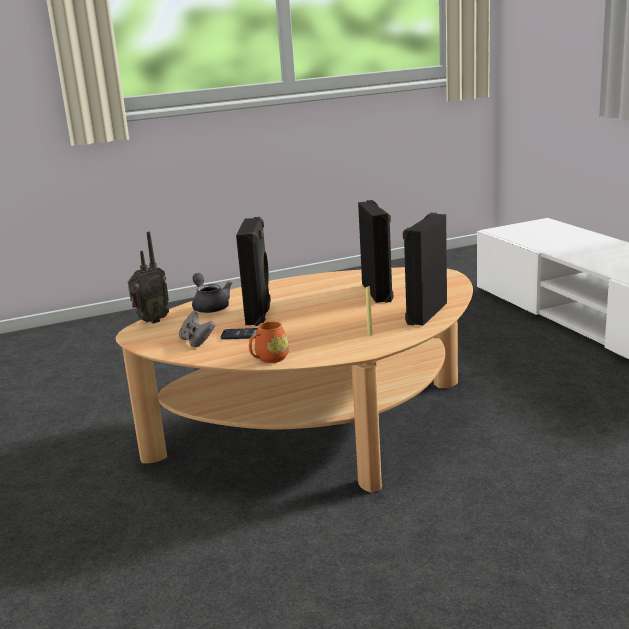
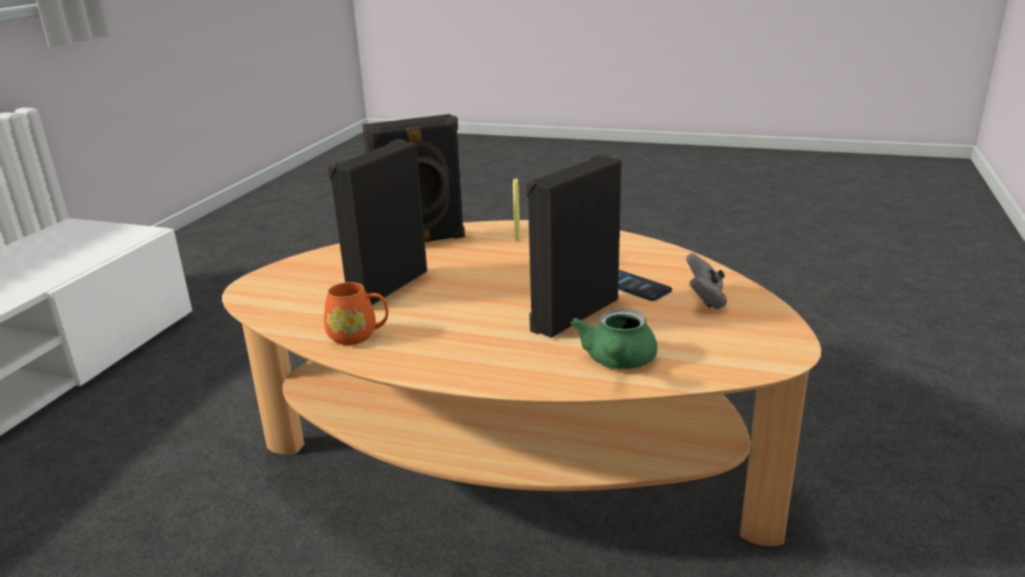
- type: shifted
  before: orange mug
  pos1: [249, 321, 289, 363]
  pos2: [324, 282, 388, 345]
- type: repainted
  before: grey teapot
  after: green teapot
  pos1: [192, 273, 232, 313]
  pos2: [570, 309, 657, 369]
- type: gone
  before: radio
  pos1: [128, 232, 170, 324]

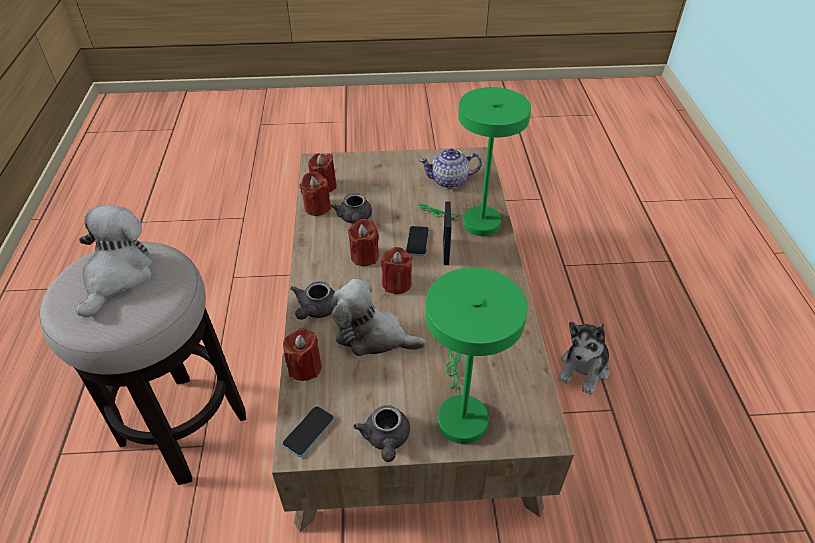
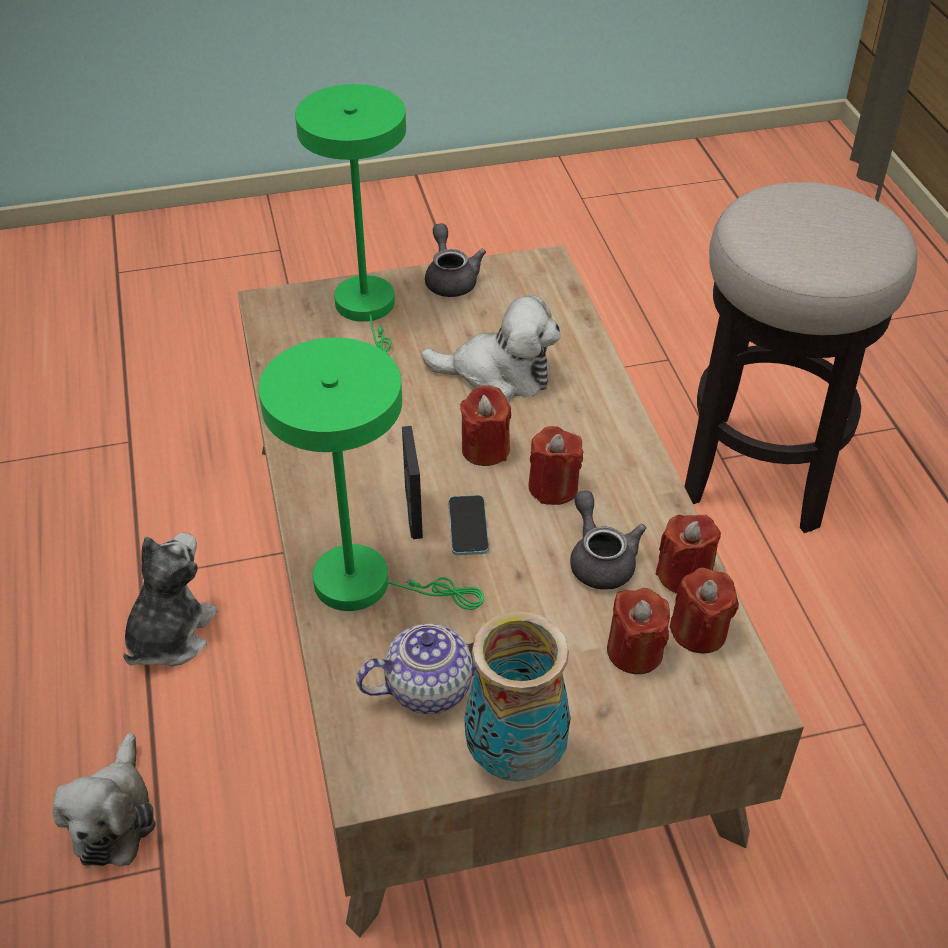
- type: shifted
  before: plush toy
  pos1: [75, 205, 153, 317]
  pos2: [52, 733, 156, 866]
- type: new
  after: vase
  pos2: [464, 611, 571, 782]
- type: shifted
  before: red candle
  pos1: [283, 328, 322, 381]
  pos2: [607, 588, 670, 674]
- type: gone
  before: phone
  pos1: [282, 406, 334, 457]
- type: gone
  before: grey teapot
  pos1: [290, 281, 335, 320]

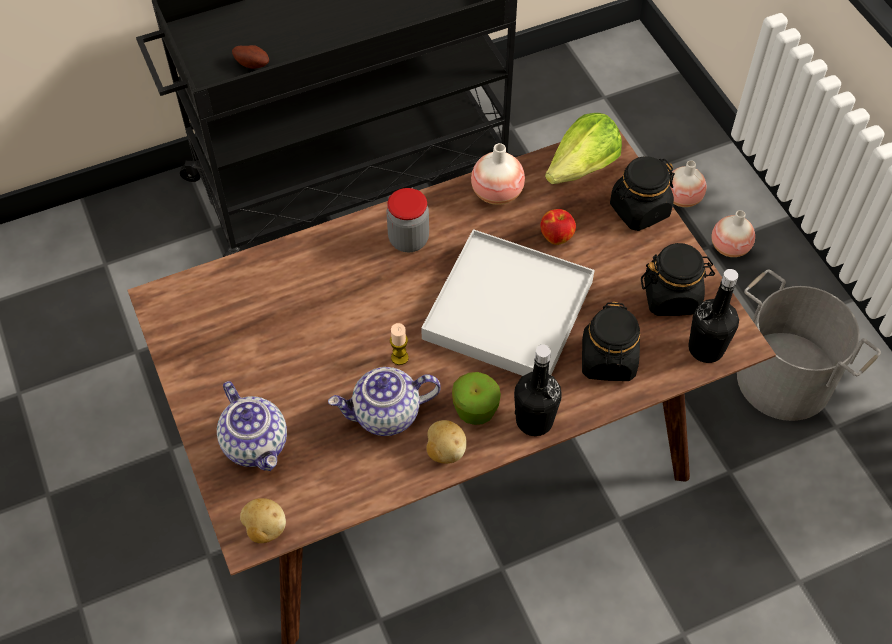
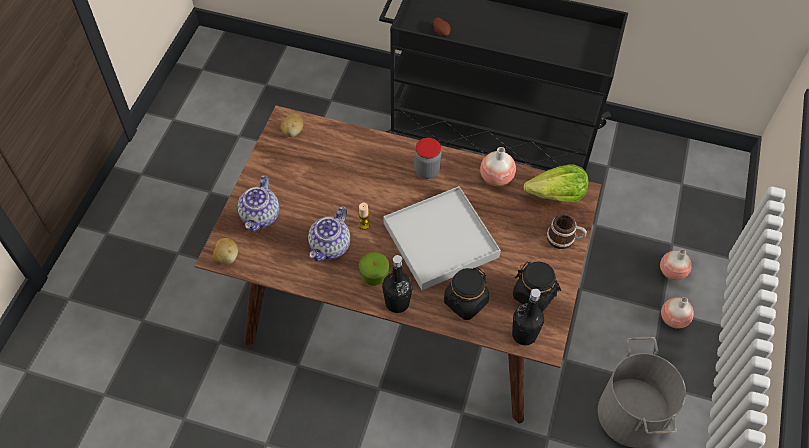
- type: shifted
  before: potato
  pos1: [426, 420, 467, 464]
  pos2: [281, 114, 304, 137]
- type: rotated
  before: teapot
  pos1: [328, 367, 441, 436]
  pos2: [308, 206, 350, 261]
  turn: -90
- type: swapped
  before: black jar
  after: mug
  pos1: [610, 156, 675, 231]
  pos2: [547, 214, 587, 249]
- type: gone
  before: apple
  pos1: [540, 209, 576, 245]

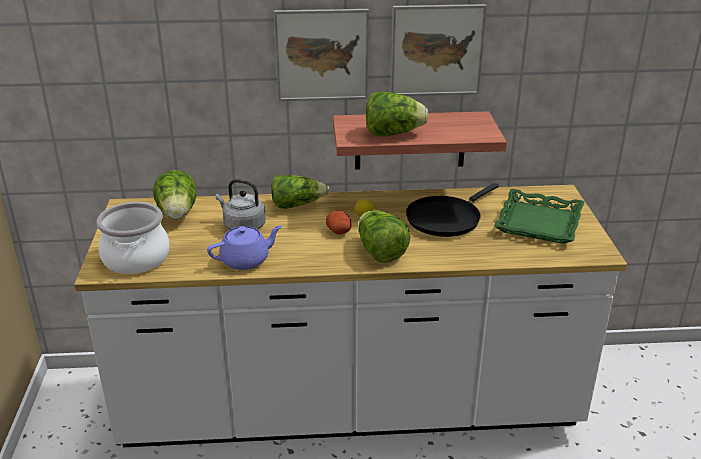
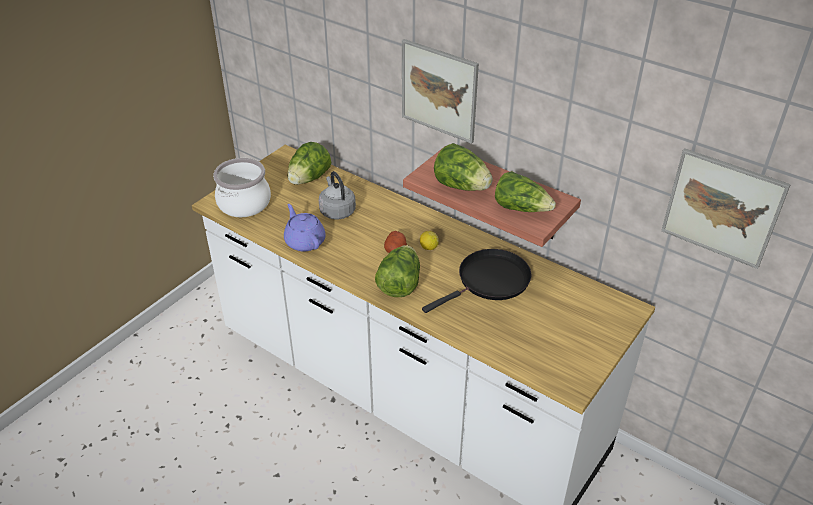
- type: rotated
  before: purple teapot
  pos1: [207, 226, 282, 270]
  pos2: [284, 204, 326, 251]
  turn: -135
- type: rotated
  before: black frying pan
  pos1: [406, 183, 499, 237]
  pos2: [422, 249, 532, 313]
  turn: 150
- type: shifted
  before: lettuce
  pos1: [271, 175, 330, 209]
  pos2: [495, 171, 556, 212]
- type: shifted
  before: picture
  pos1: [391, 4, 487, 96]
  pos2: [661, 148, 791, 269]
- type: gone
  before: green tray
  pos1: [494, 189, 584, 244]

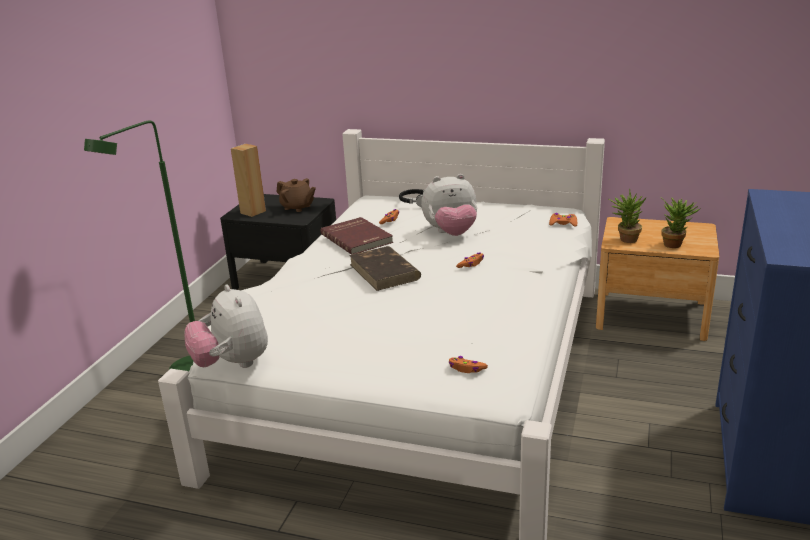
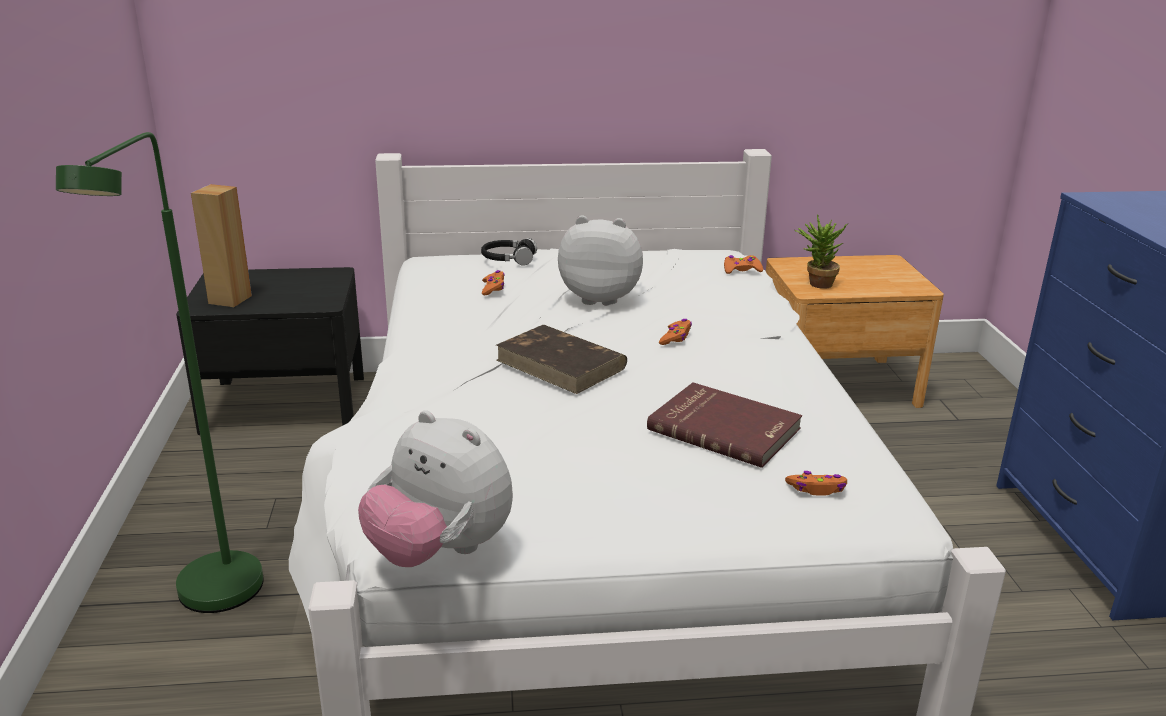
- type: rotated
  before: plush toy
  pos1: [421, 174, 477, 236]
  pos2: [558, 215, 643, 306]
  turn: -135
- type: shifted
  before: red book
  pos1: [321, 217, 393, 255]
  pos2: [647, 382, 802, 468]
- type: gone
  before: brown teapot
  pos1: [276, 178, 316, 212]
- type: gone
  before: potted plant
  pos1: [661, 198, 701, 248]

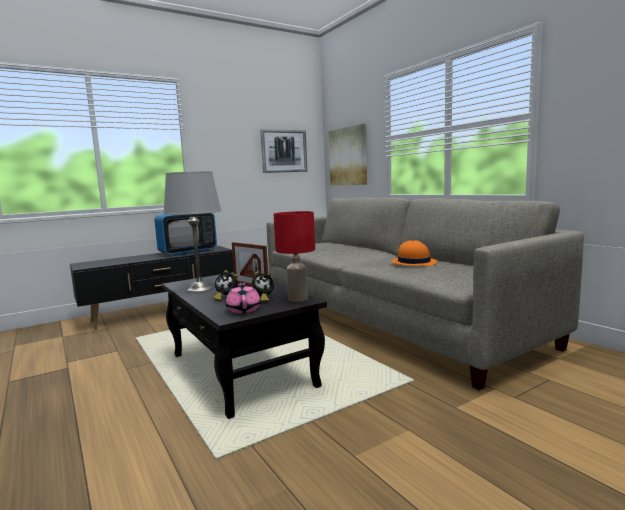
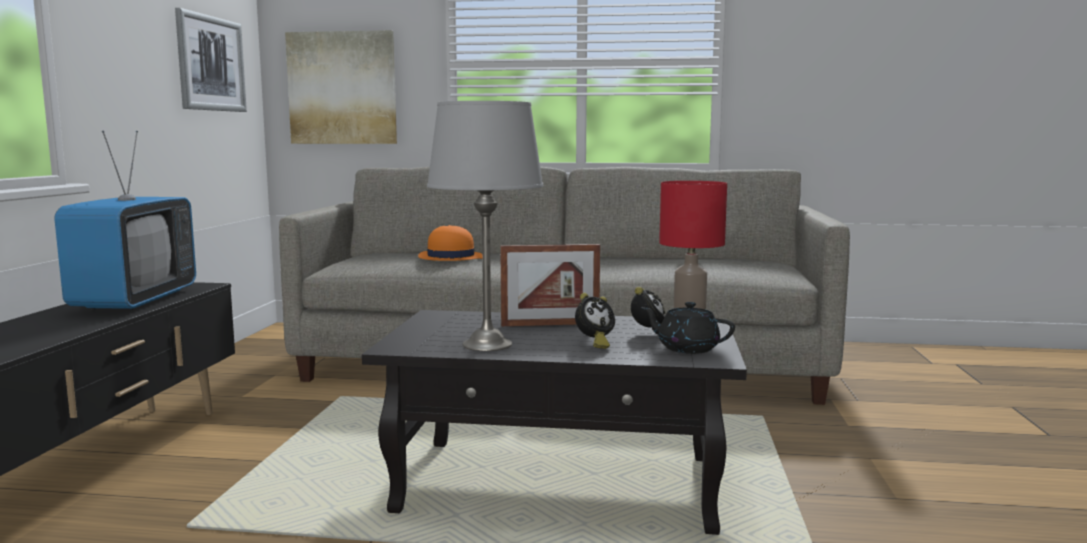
- type: shifted
  before: orange hat
  pos1: [392, 240, 437, 266]
  pos2: [418, 225, 482, 261]
- type: repainted
  before: pink teapot
  after: black teapot
  pos1: [225, 283, 261, 313]
  pos2: [641, 302, 735, 354]

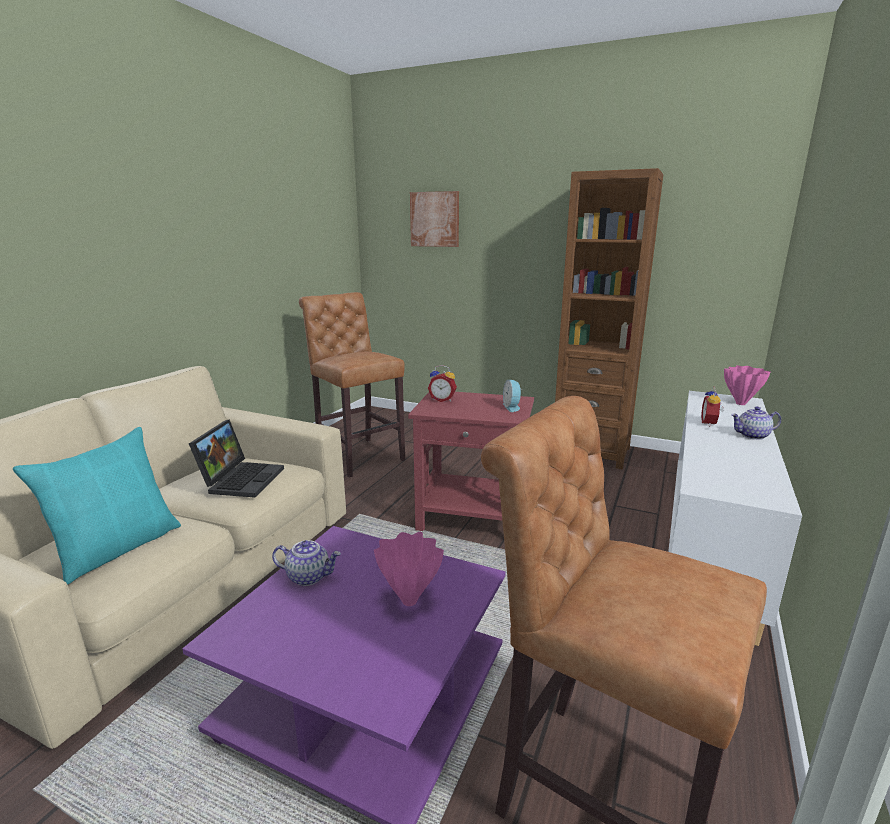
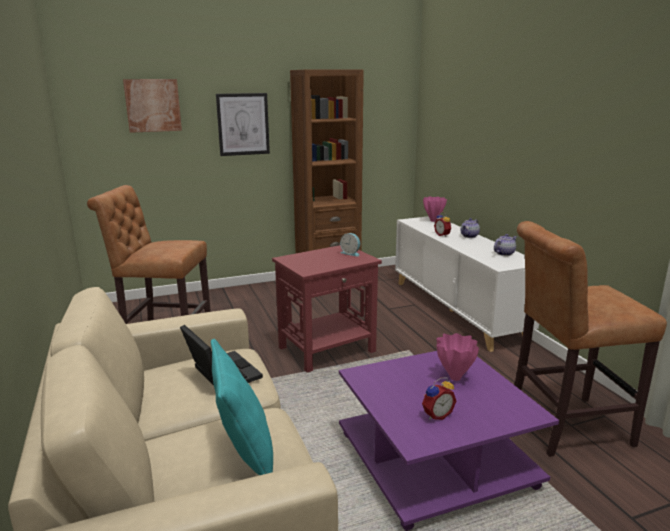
- type: new
  after: picture
  pos2: [216, 93, 270, 156]
- type: shifted
  before: alarm clock
  pos1: [428, 365, 457, 402]
  pos2: [422, 378, 456, 420]
- type: shifted
  before: teapot
  pos1: [272, 540, 341, 586]
  pos2: [494, 234, 517, 256]

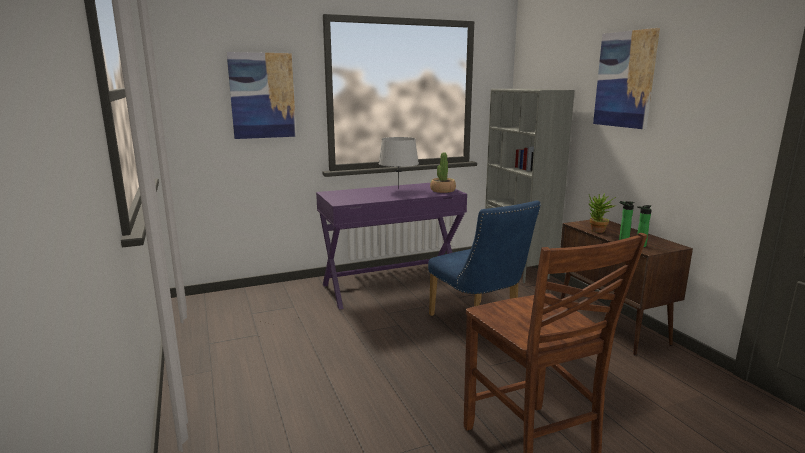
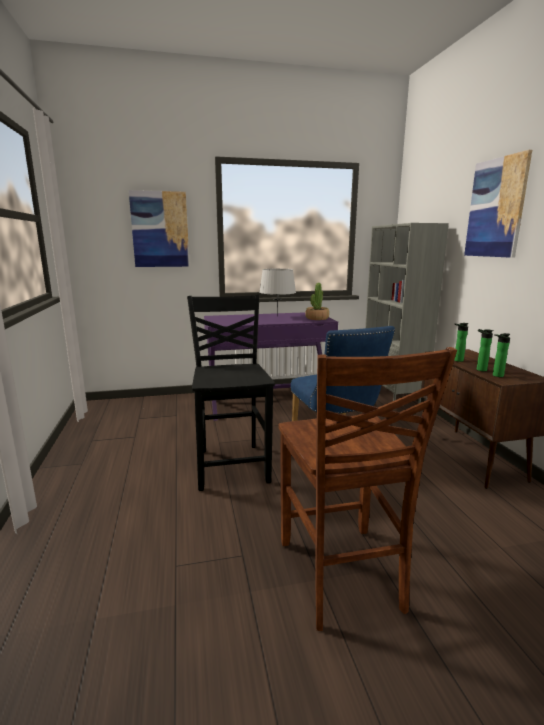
- type: new
  after: black chair
  pos2: [187, 294, 275, 491]
- type: swapped
  before: potted plant
  after: bottle
  pos1: [589, 193, 616, 233]
  pos2: [454, 323, 469, 362]

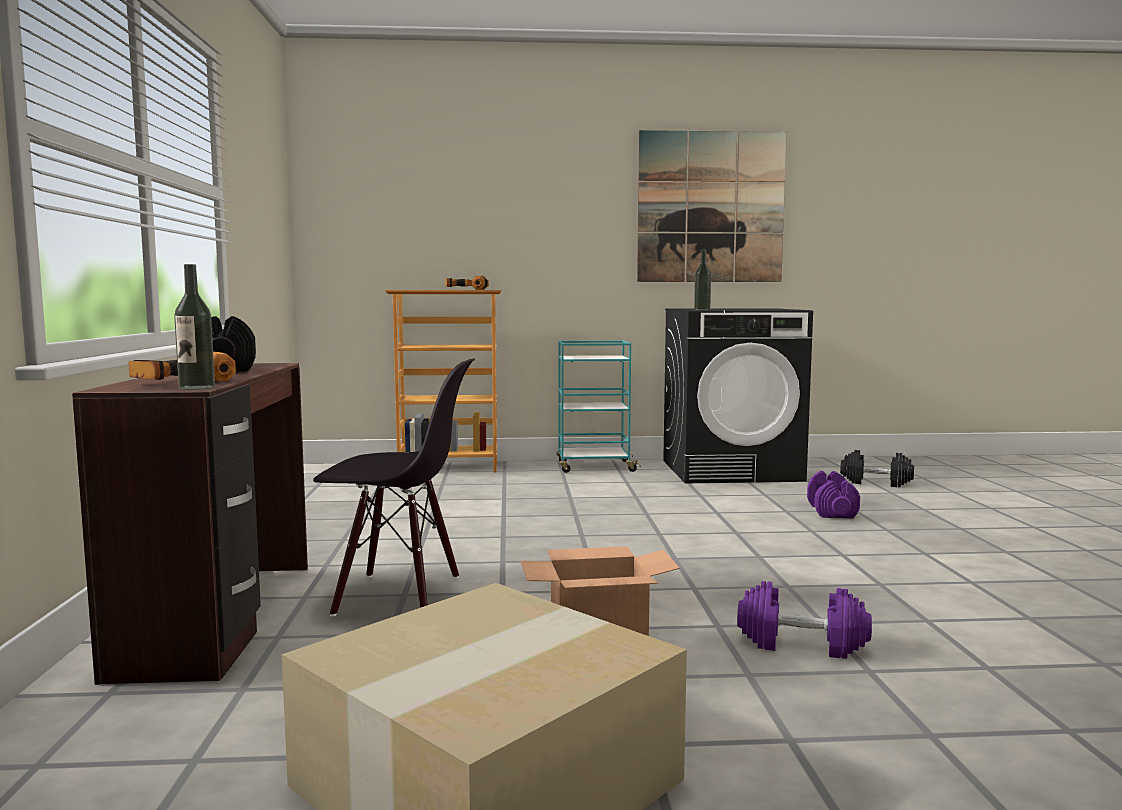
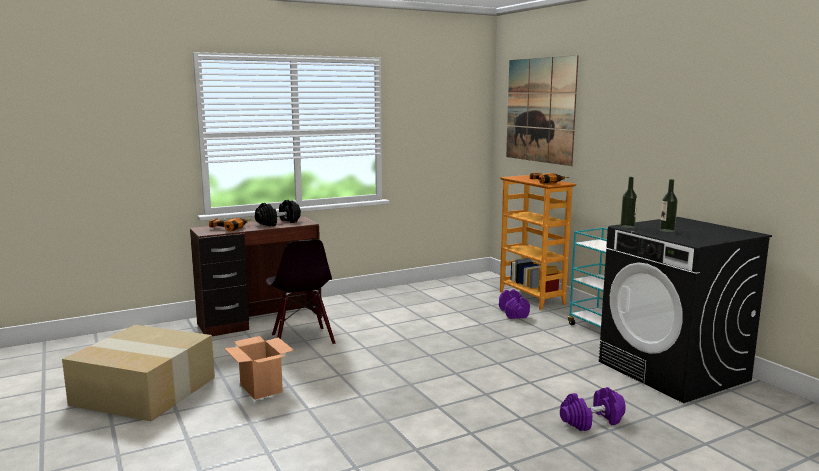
- type: shifted
  before: purple dumbbell
  pos1: [737, 581, 872, 659]
  pos2: [499, 289, 530, 319]
- type: shifted
  before: picture
  pos1: [637, 130, 787, 282]
  pos2: [506, 55, 579, 166]
- type: shifted
  before: bottle
  pos1: [174, 264, 215, 390]
  pos2: [660, 179, 678, 232]
- type: gone
  before: black dumbbell
  pos1: [840, 450, 914, 487]

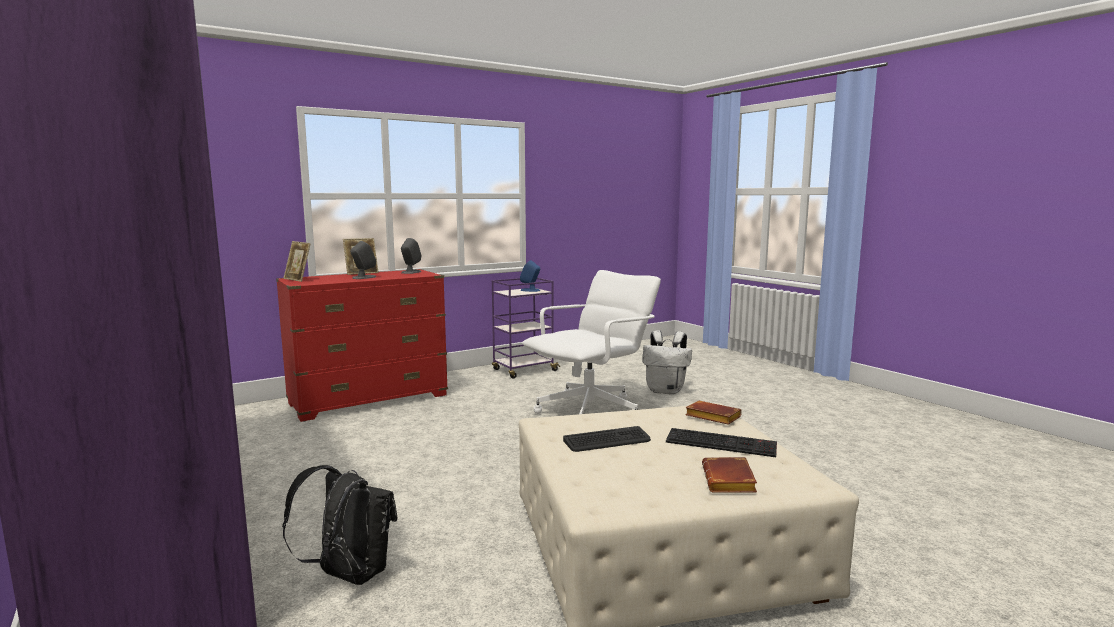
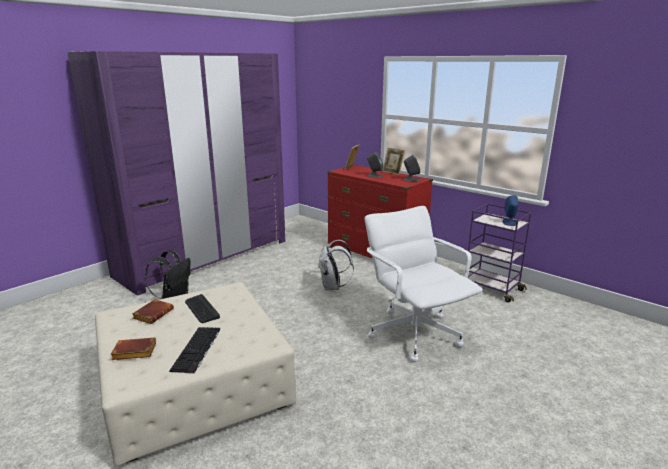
- type: shifted
  before: brown book
  pos1: [685, 401, 742, 425]
  pos2: [132, 299, 174, 324]
- type: shifted
  before: white backpack
  pos1: [643, 330, 692, 394]
  pos2: [318, 240, 354, 290]
- type: rotated
  before: white office chair
  pos1: [523, 270, 661, 414]
  pos2: [365, 206, 483, 362]
  turn: -150

